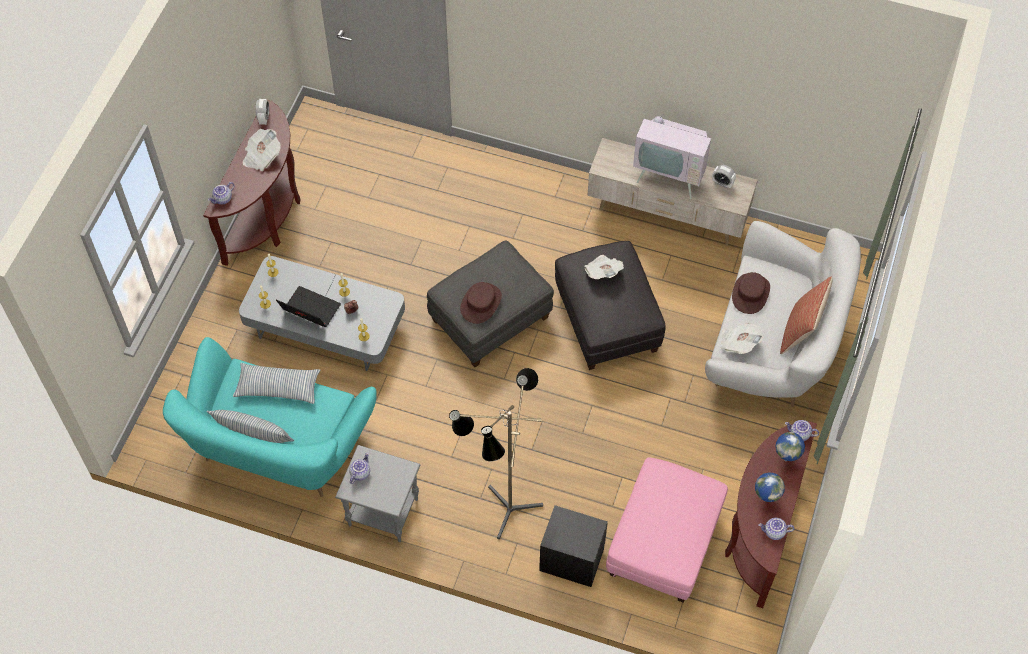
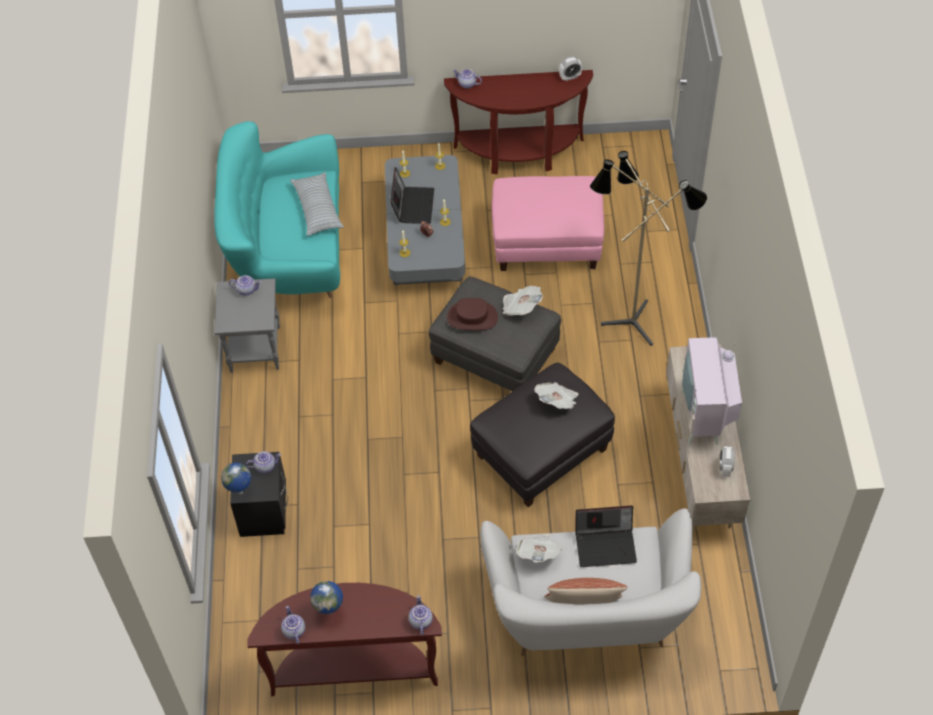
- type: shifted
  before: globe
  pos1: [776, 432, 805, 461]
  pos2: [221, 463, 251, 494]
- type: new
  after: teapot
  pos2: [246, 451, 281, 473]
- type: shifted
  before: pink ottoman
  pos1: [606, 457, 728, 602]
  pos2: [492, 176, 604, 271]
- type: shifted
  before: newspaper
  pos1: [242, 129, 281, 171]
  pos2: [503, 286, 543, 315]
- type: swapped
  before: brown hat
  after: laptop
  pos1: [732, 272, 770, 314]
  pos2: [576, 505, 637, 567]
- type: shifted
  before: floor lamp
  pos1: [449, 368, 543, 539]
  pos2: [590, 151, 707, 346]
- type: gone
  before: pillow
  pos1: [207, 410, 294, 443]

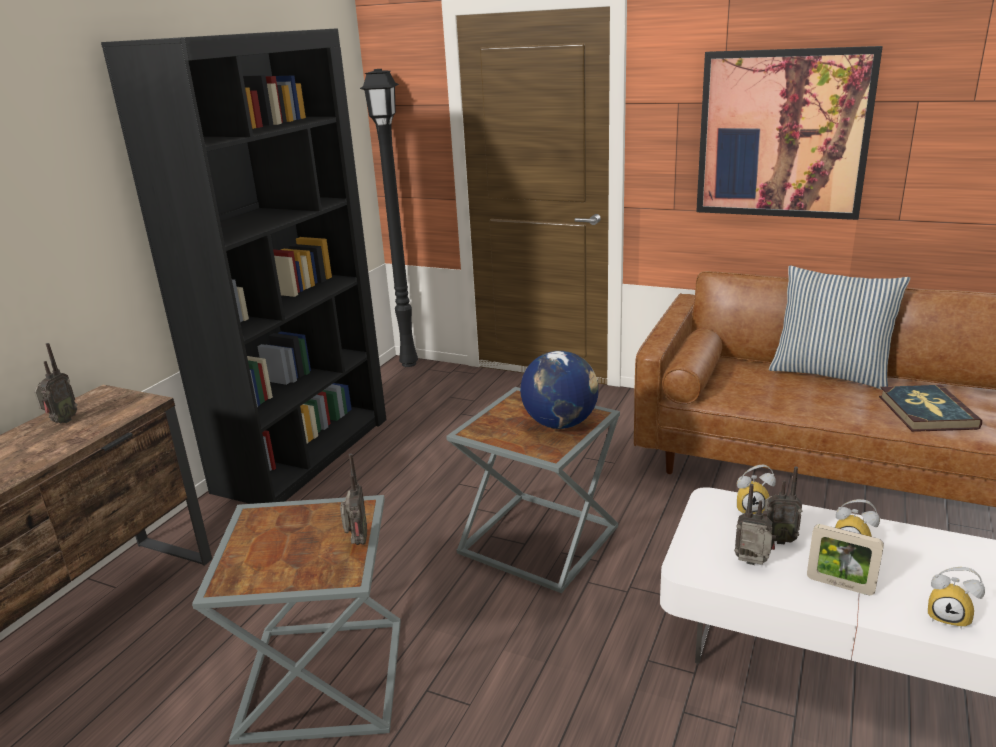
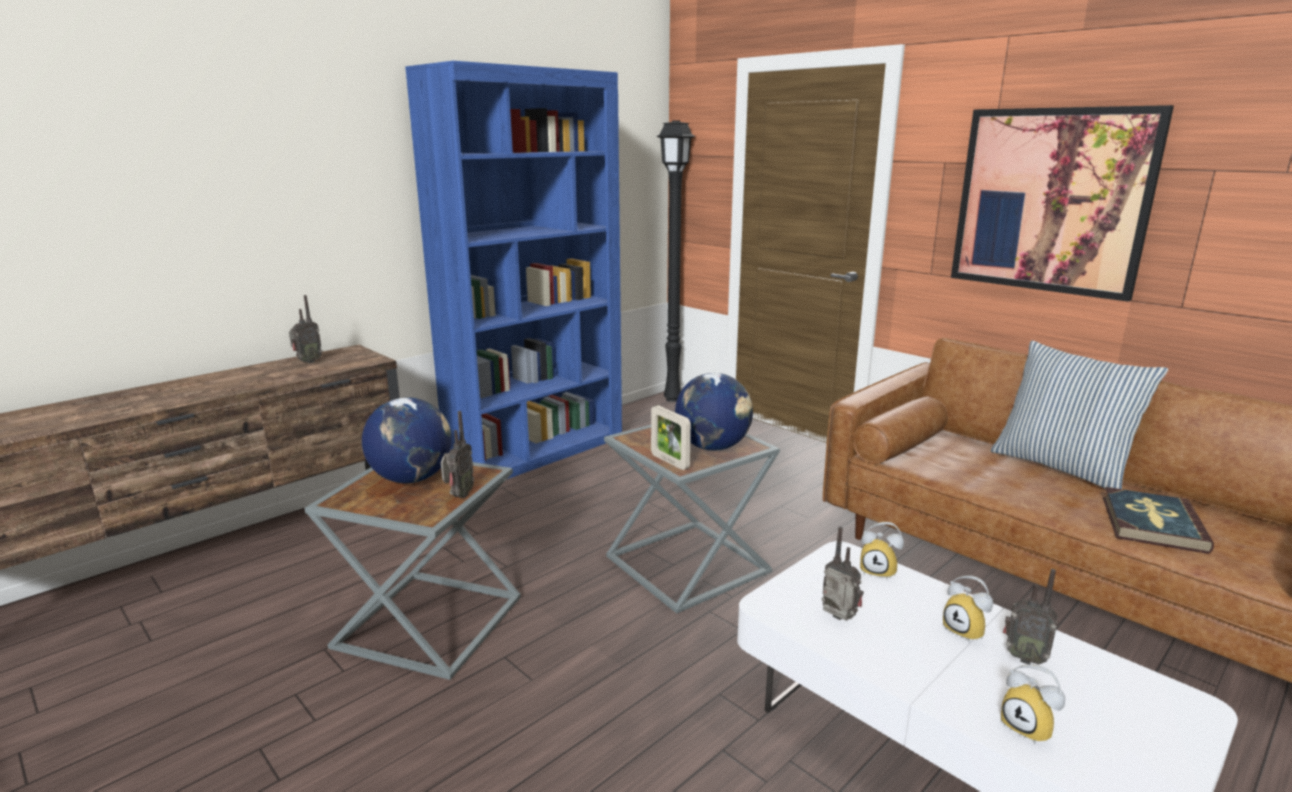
- type: new
  after: globe
  pos2: [362, 397, 452, 483]
- type: repainted
  before: black bookcase
  after: blue bookcase
  pos1: [101, 28, 386, 504]
  pos2: [405, 61, 622, 479]
- type: shifted
  before: picture frame
  pos1: [807, 524, 884, 595]
  pos2: [651, 405, 691, 470]
- type: shifted
  before: radio
  pos1: [762, 466, 802, 544]
  pos2: [1003, 569, 1058, 665]

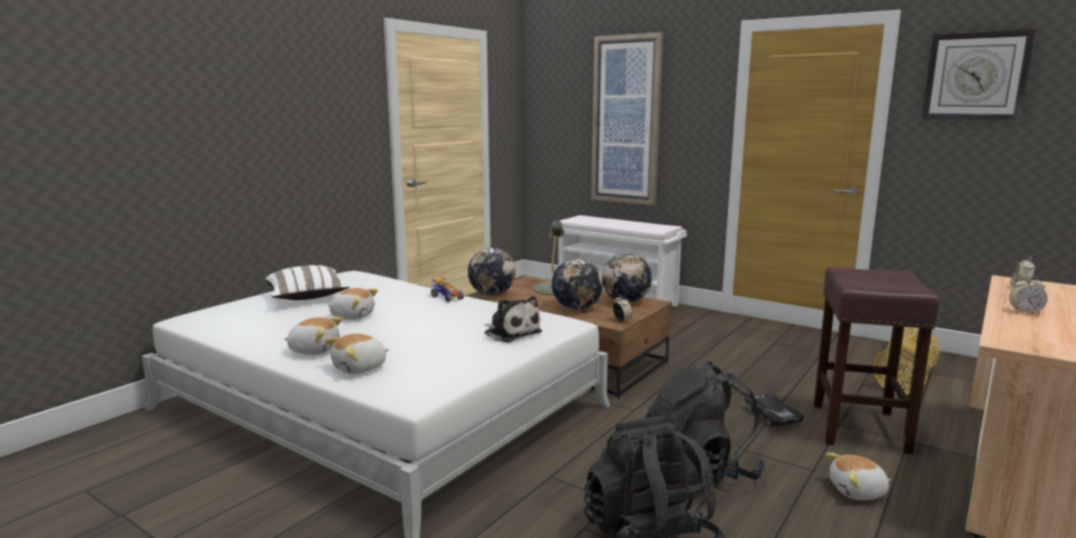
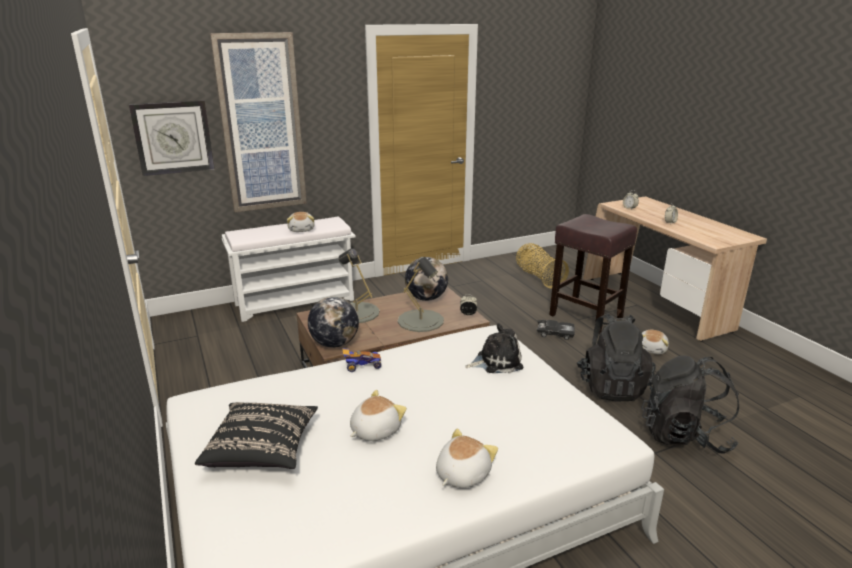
- type: shifted
  before: wall clock
  pos1: [922, 29, 1036, 121]
  pos2: [129, 100, 214, 176]
- type: repainted
  before: white pillow
  after: black pillow
  pos1: [265, 265, 350, 300]
  pos2: [195, 402, 318, 469]
- type: shifted
  before: plush toy
  pos1: [325, 334, 389, 374]
  pos2: [287, 212, 315, 232]
- type: swapped
  before: globe
  after: grey table lamp
  pos1: [552, 258, 603, 310]
  pos2: [398, 257, 444, 332]

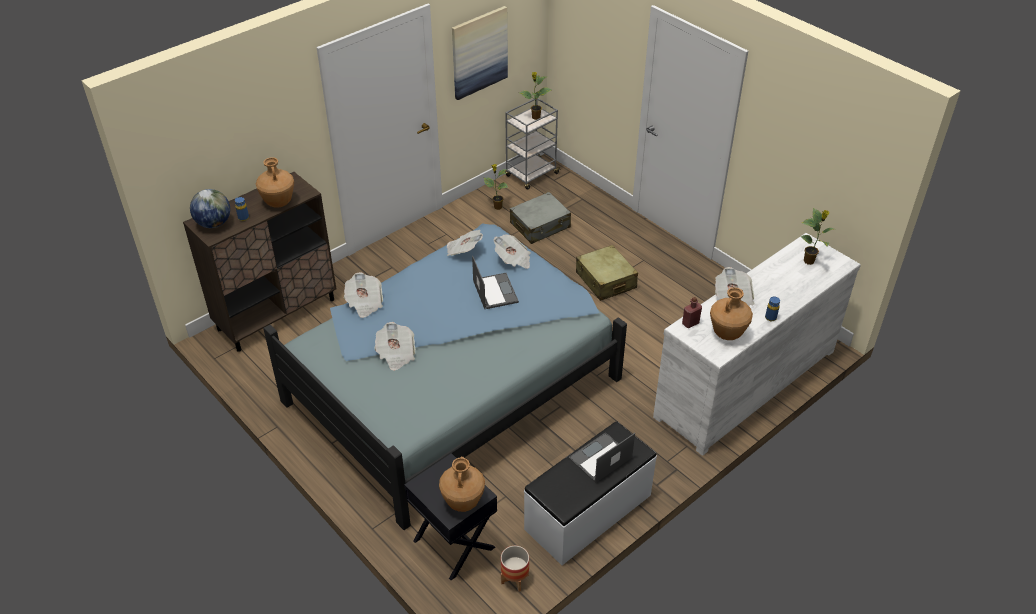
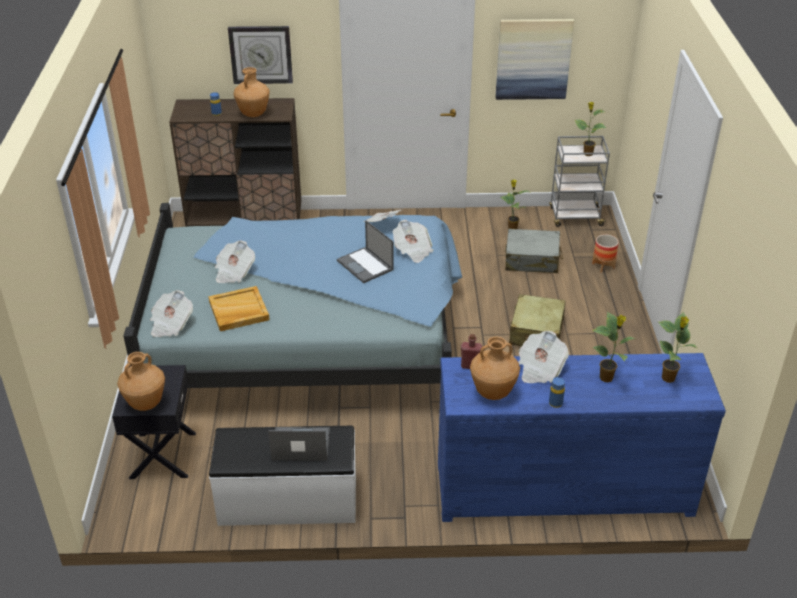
- type: shifted
  before: newspaper
  pos1: [344, 272, 383, 318]
  pos2: [150, 290, 193, 337]
- type: new
  after: beige tray
  pos2: [208, 286, 270, 331]
- type: new
  after: wall clock
  pos2: [228, 26, 293, 84]
- type: rotated
  before: laptop
  pos1: [472, 256, 519, 309]
  pos2: [337, 220, 394, 283]
  turn: 120
- type: repainted
  before: white dresser
  after: blue dresser
  pos1: [653, 233, 861, 456]
  pos2: [438, 353, 726, 522]
- type: shifted
  before: planter
  pos1: [501, 546, 529, 592]
  pos2: [592, 235, 619, 273]
- type: new
  after: potted plant
  pos2: [592, 312, 635, 382]
- type: gone
  before: globe
  pos1: [190, 189, 230, 228]

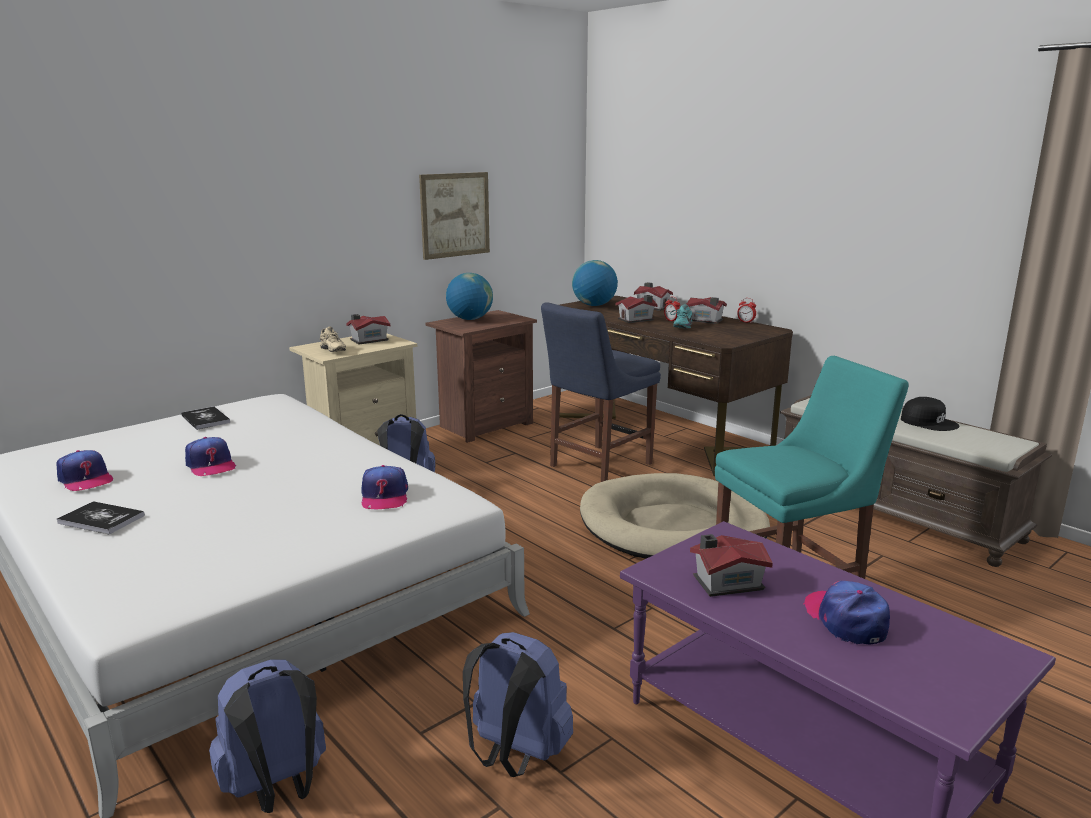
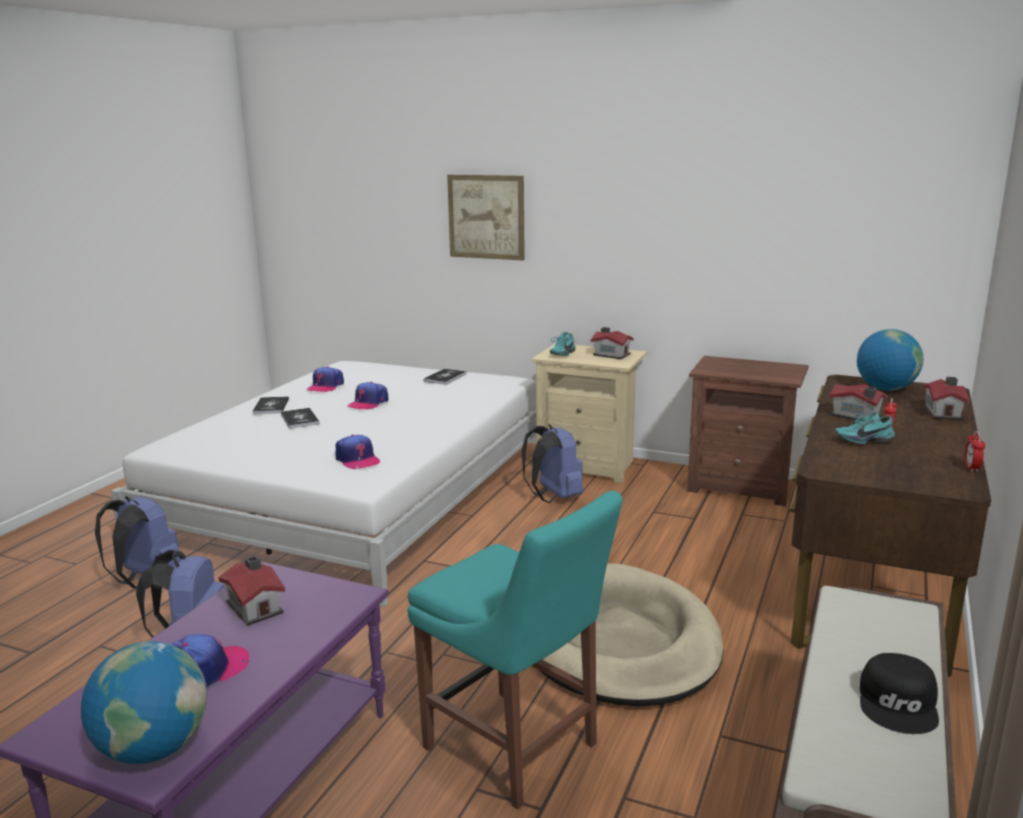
- type: shifted
  before: globe
  pos1: [446, 273, 493, 320]
  pos2: [81, 641, 207, 764]
- type: new
  after: book
  pos2: [281, 408, 319, 429]
- type: rotated
  before: cap
  pos1: [361, 465, 408, 509]
  pos2: [335, 435, 381, 469]
  turn: -90
- type: shifted
  before: picture
  pos1: [419, 172, 490, 260]
  pos2: [447, 175, 525, 260]
- type: repainted
  before: beige shoe
  after: turquoise shoe
  pos1: [320, 326, 346, 352]
  pos2: [550, 332, 576, 356]
- type: gone
  before: blue chair
  pos1: [541, 302, 661, 482]
- type: gone
  before: toy house
  pos1: [686, 297, 727, 324]

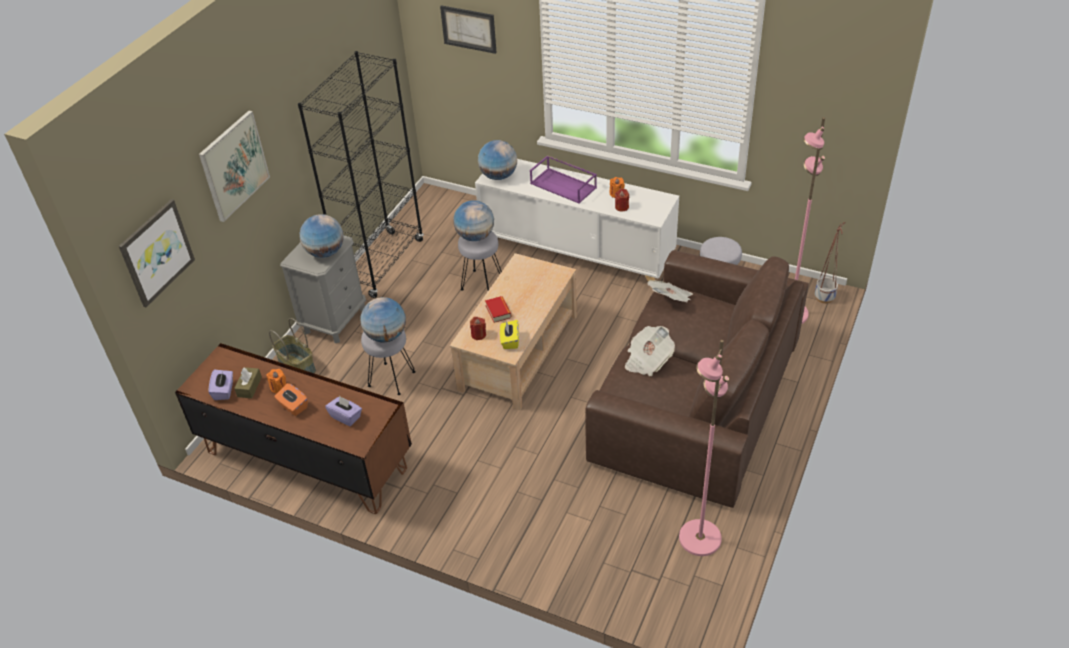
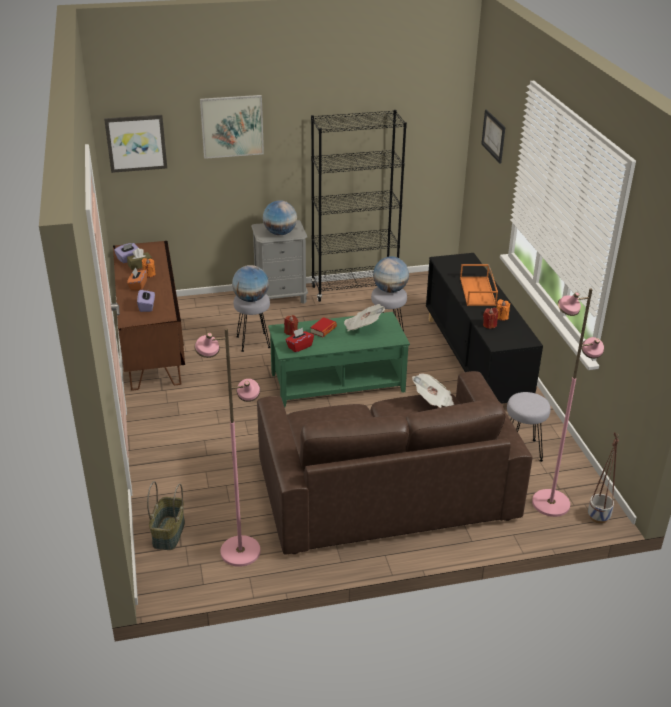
- type: shifted
  before: basket
  pos1: [269, 318, 316, 373]
  pos2: [147, 481, 185, 550]
- type: repainted
  before: beige coffee table
  after: green coffee table
  pos1: [450, 253, 577, 410]
  pos2: [268, 312, 410, 407]
- type: repainted
  before: yellow tissue box
  after: red tissue box
  pos1: [500, 320, 519, 349]
  pos2: [285, 328, 314, 353]
- type: shifted
  before: newspaper
  pos1: [625, 326, 675, 376]
  pos2: [344, 304, 385, 331]
- type: repainted
  before: white cabinet
  after: black cabinet
  pos1: [475, 159, 679, 288]
  pos2: [426, 253, 543, 404]
- type: repainted
  before: purple tray
  after: orange tray
  pos1: [530, 155, 597, 204]
  pos2: [460, 264, 498, 306]
- type: gone
  before: globe
  pos1: [478, 140, 517, 180]

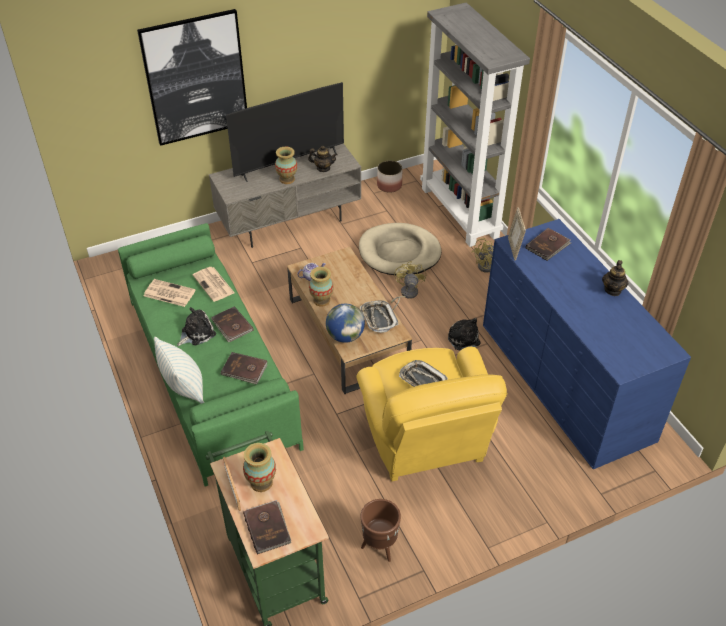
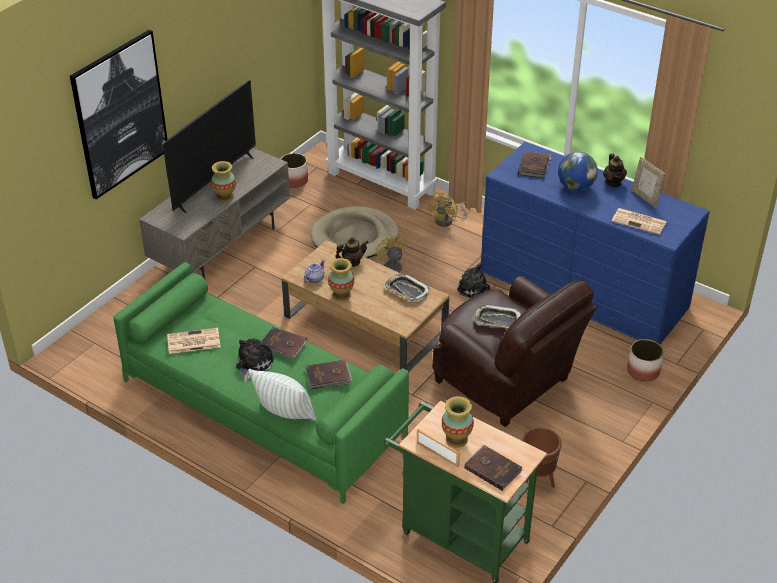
- type: shifted
  before: teapot
  pos1: [308, 146, 338, 172]
  pos2: [335, 237, 369, 267]
- type: repainted
  before: yellow armchair
  after: brown armchair
  pos1: [356, 347, 507, 482]
  pos2: [432, 276, 597, 427]
- type: shifted
  before: globe
  pos1: [326, 304, 365, 343]
  pos2: [558, 152, 598, 191]
- type: shifted
  before: newspaper
  pos1: [192, 267, 235, 302]
  pos2: [612, 208, 667, 235]
- type: new
  after: planter
  pos2: [627, 339, 664, 382]
- type: shifted
  before: picture frame
  pos1: [508, 207, 526, 260]
  pos2: [631, 157, 665, 208]

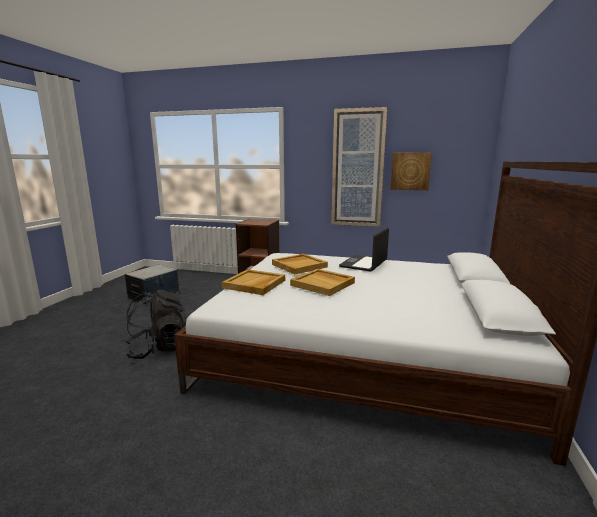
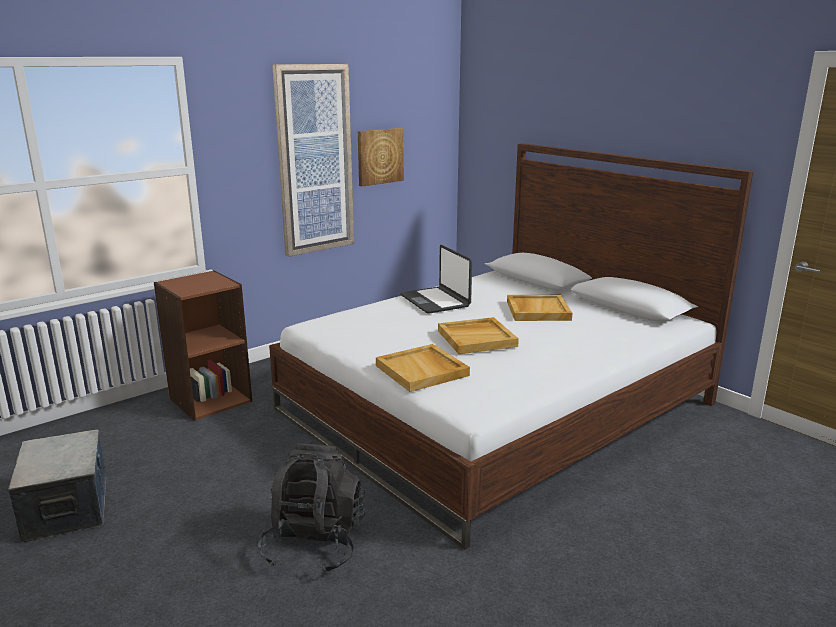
- type: shifted
  before: beige tray
  pos1: [272, 254, 328, 274]
  pos2: [507, 295, 572, 321]

